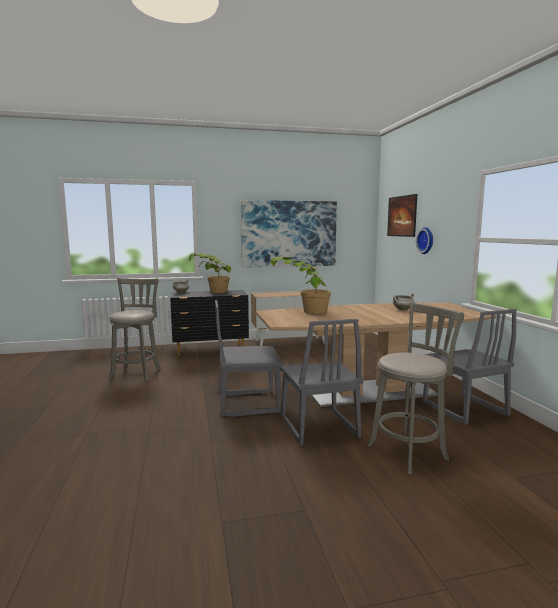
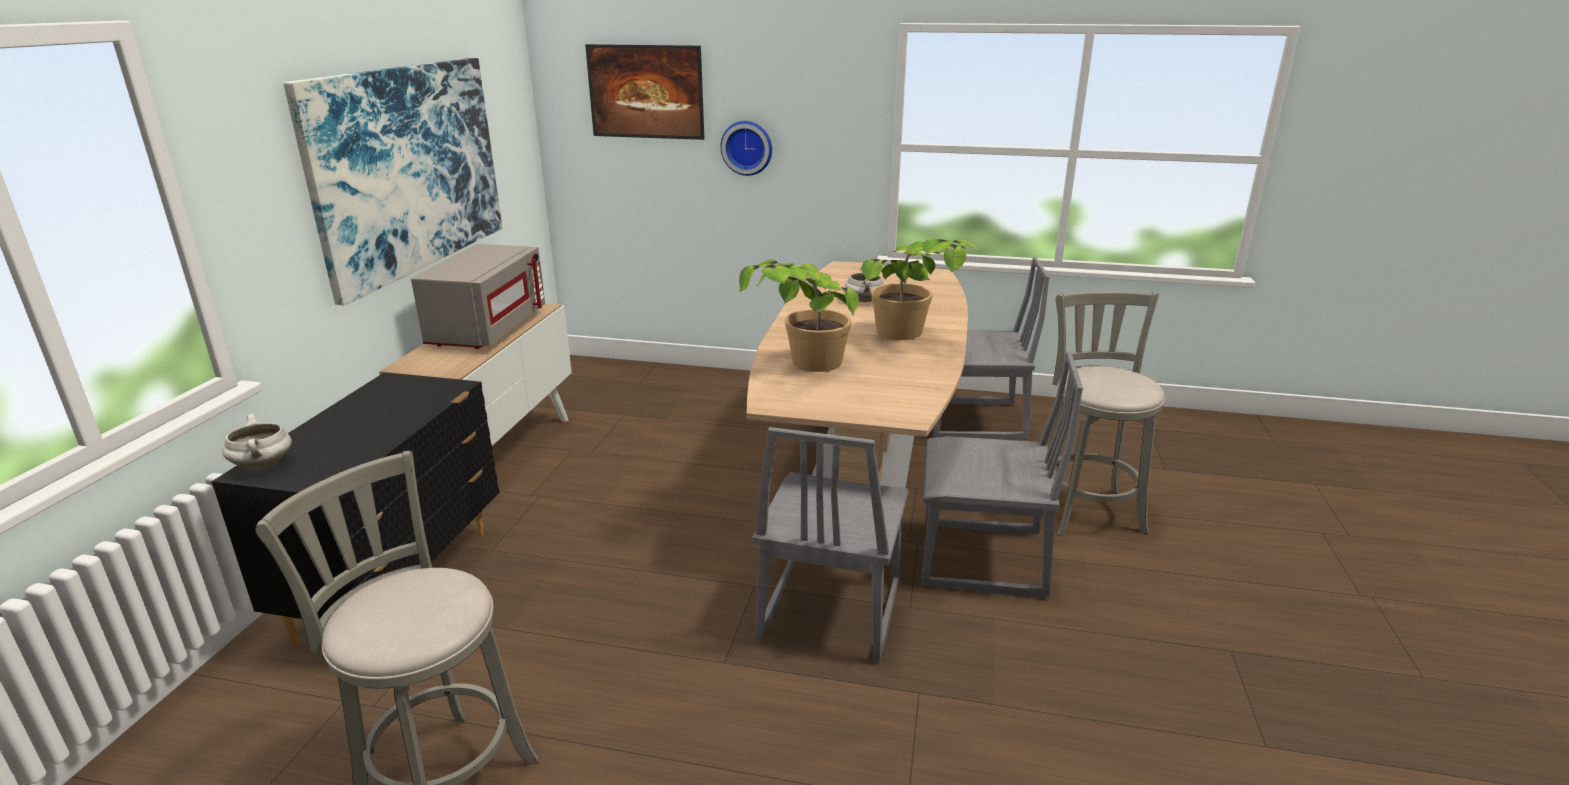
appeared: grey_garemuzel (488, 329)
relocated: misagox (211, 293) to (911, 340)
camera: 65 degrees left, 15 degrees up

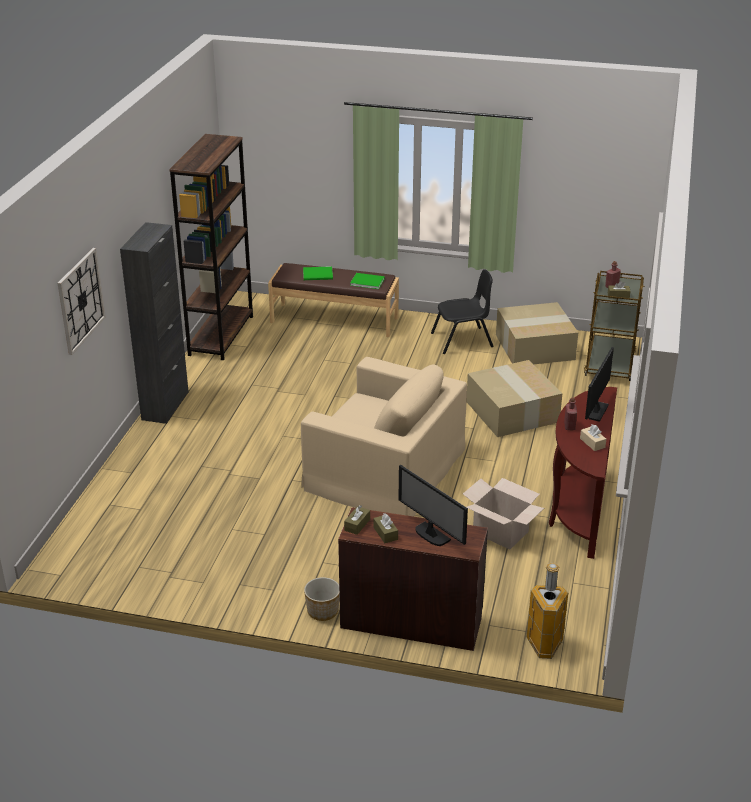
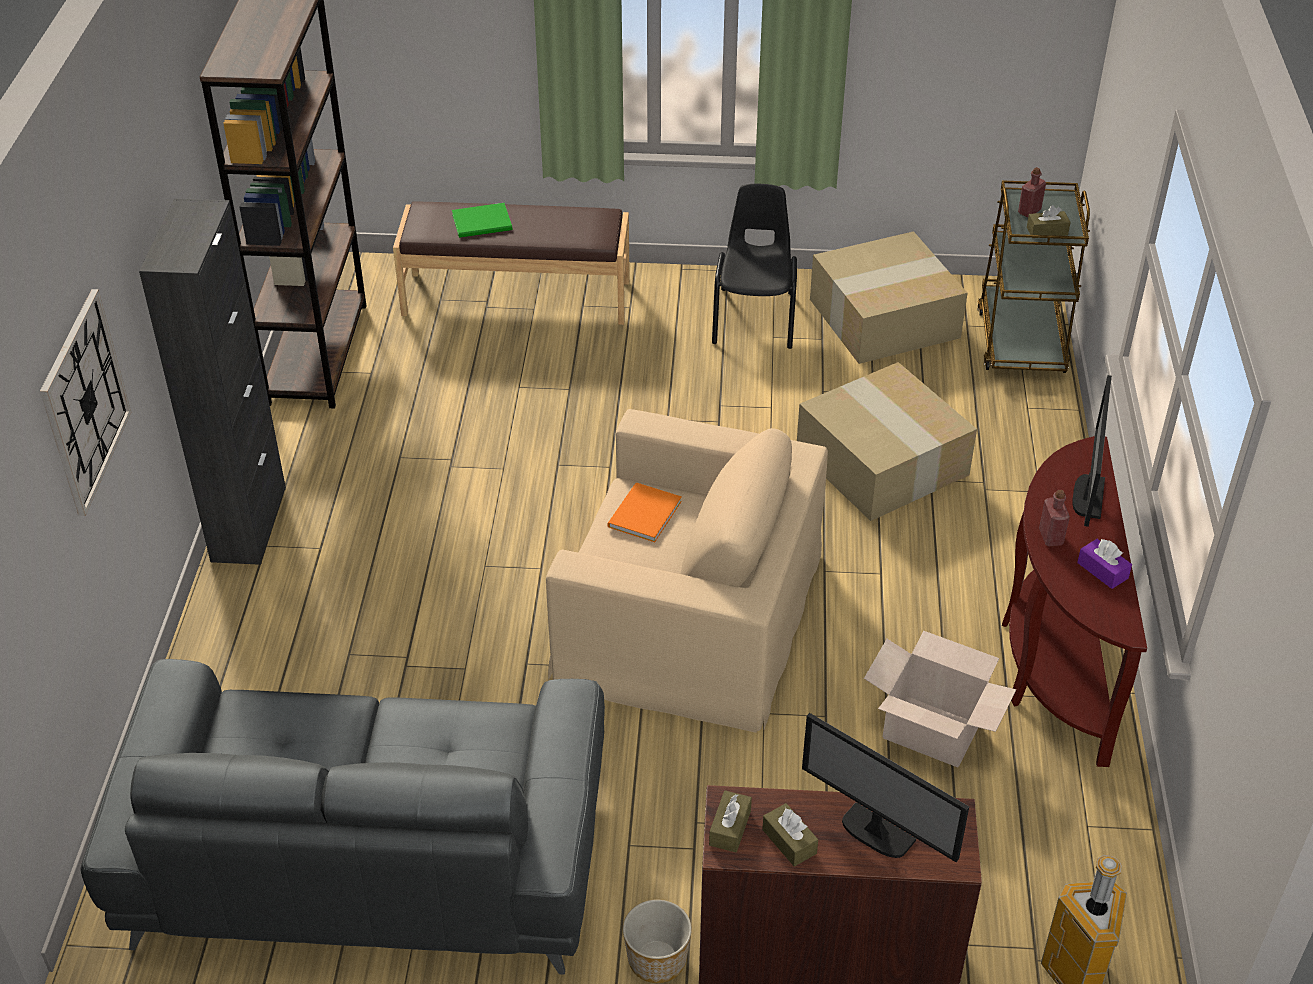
missing: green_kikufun (366, 281)
appeared: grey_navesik (367, 857); orange_kikufun (642, 515)
colour: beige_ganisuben (592, 443) to purple_ganisuben (1102, 570)
spun: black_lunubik (462, 340) = (755, 318) 60 degrees counterclockwise
camera: 10 degrees left, 10 degrees up

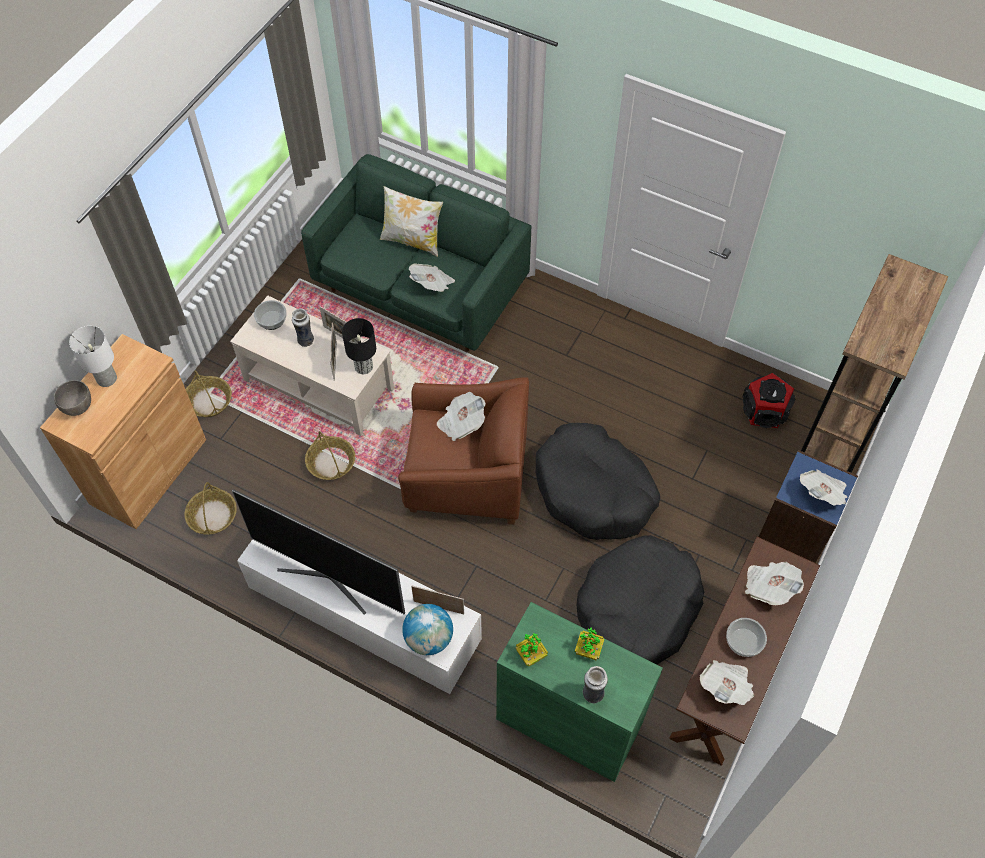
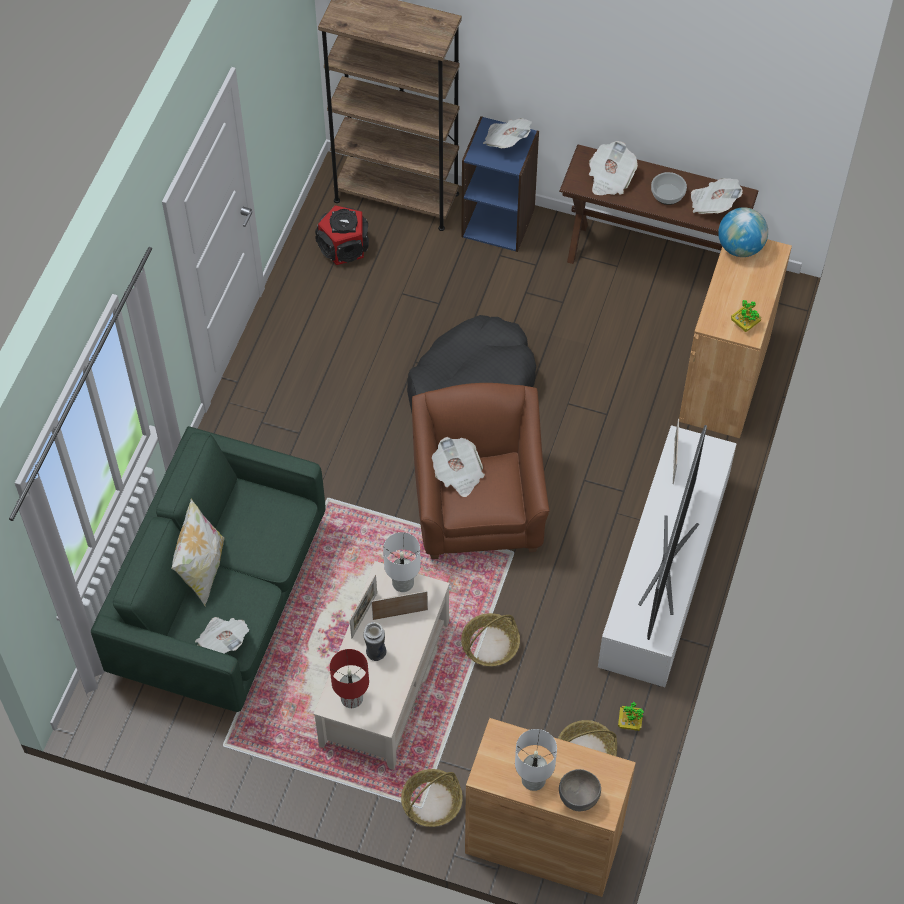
missing: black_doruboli (637, 610); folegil (592, 694)
relocated: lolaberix (429, 638) to (740, 247); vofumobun (432, 285) to (223, 642); misagox (588, 649) to (629, 722)
exchanged: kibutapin (272, 320) to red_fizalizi (351, 698)
colour: black_fizalizi (363, 367) to white_fizalizi (403, 583); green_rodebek (569, 721) to brown_rodebek (724, 380)
camera: 100 degrees left, 0 degrees up

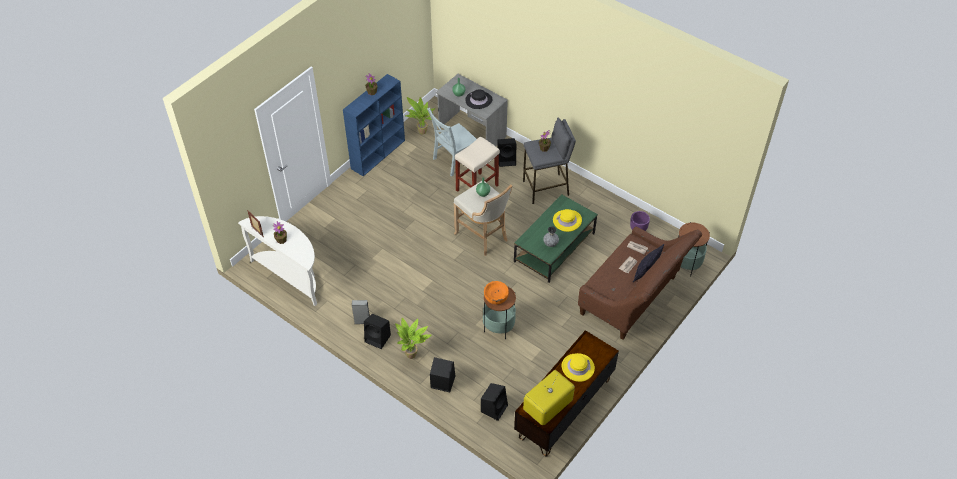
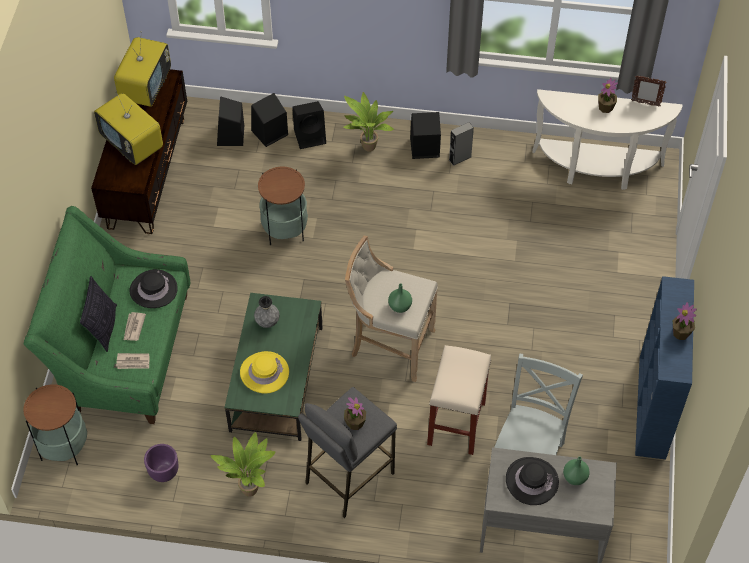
missing: orange_kibutapin (496, 297)
appeared: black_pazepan (153, 290)
relocated: misagox (421, 133) to (250, 488); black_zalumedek (507, 160) to (269, 133)
exchanged: yellow_pazepan (577, 367) to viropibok (133, 146)
colour: brown_navesik (633, 298) to green_navesik (123, 352)
camera: 150 degrees right, 5 degrees up

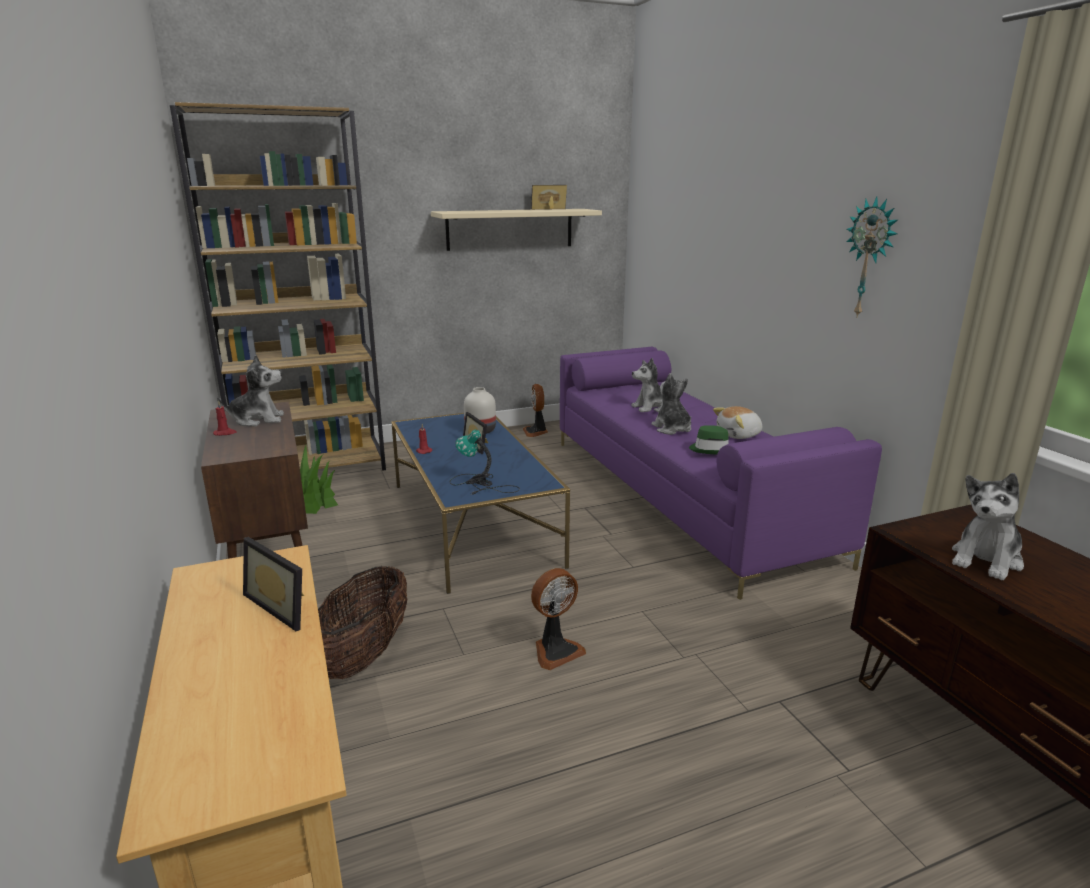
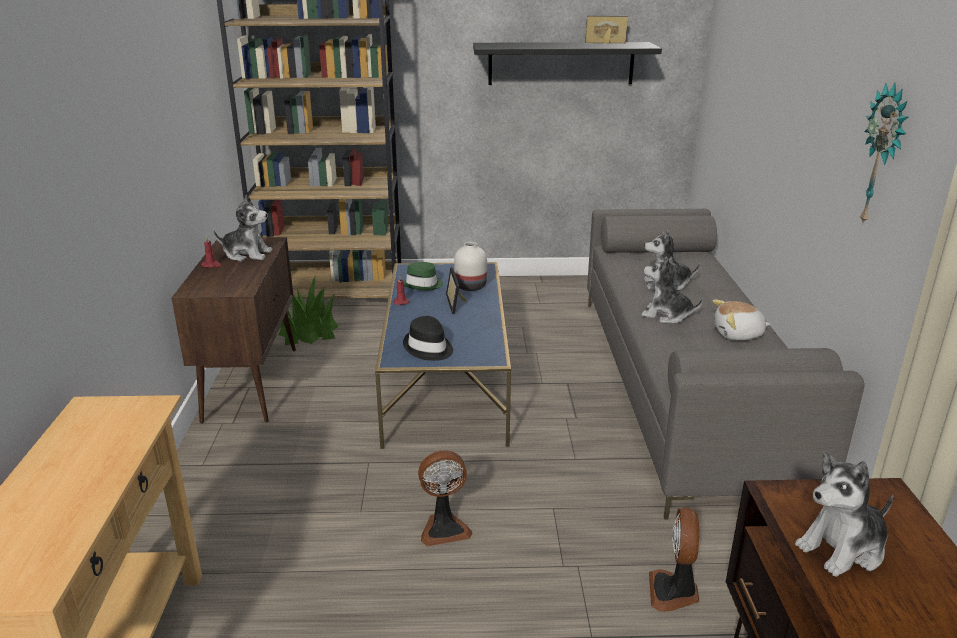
missing: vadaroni (285, 605); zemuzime (363, 655)
relocated: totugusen (536, 432) to (674, 592); green_pazepan (711, 450) to (423, 285)
exchanged: fizalizi (481, 484) to black_pazepan (428, 348)
colour: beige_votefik (510, 229) to black_votefik (561, 63); purple_navesik (683, 496) to grey_navesik (683, 388)
spun: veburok (672, 429) = (666, 315) 60 degrees counterclockwise
camera: 20 degrees right, 5 degrees up

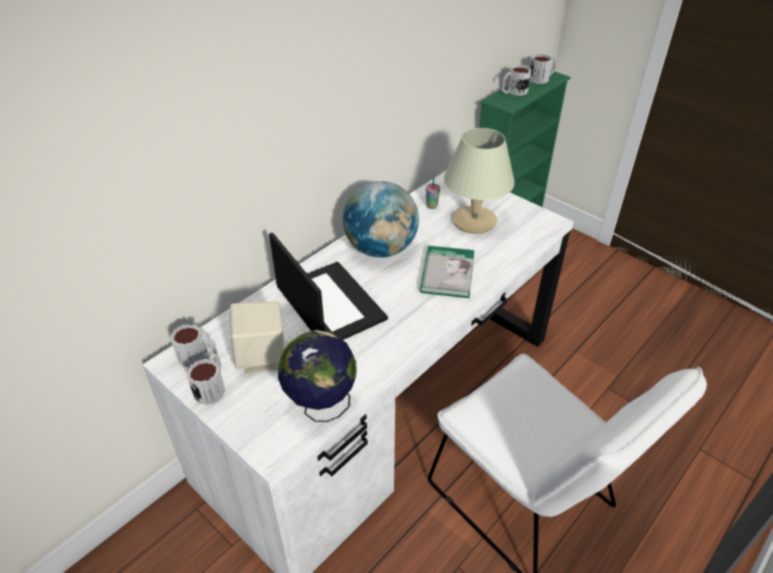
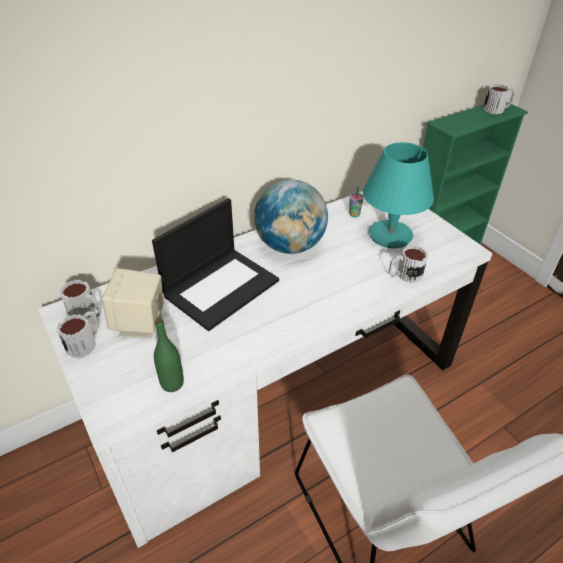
missing: kikufun (447, 274)
relocated: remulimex (513, 92) to (404, 275)
exchanged: lolaberix (321, 407) to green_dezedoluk (172, 383)
colour: beige_fizalizi (474, 221) to turquoise_fizalizi (390, 235)
spun: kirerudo (329, 303) = (221, 287) 60 degrees clockwise
camera: 15 degrees right, 0 degrees up

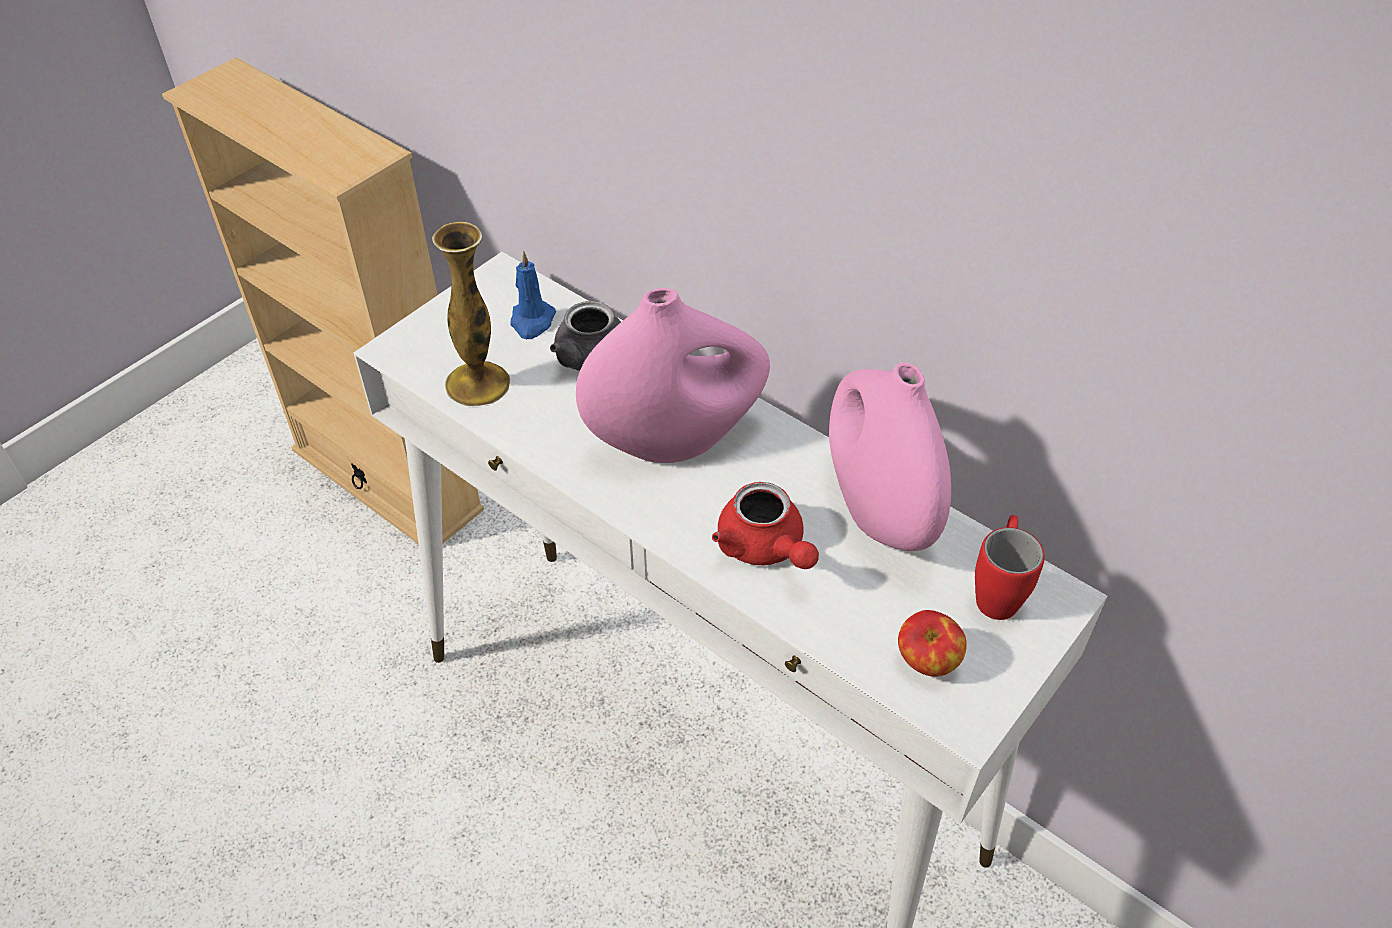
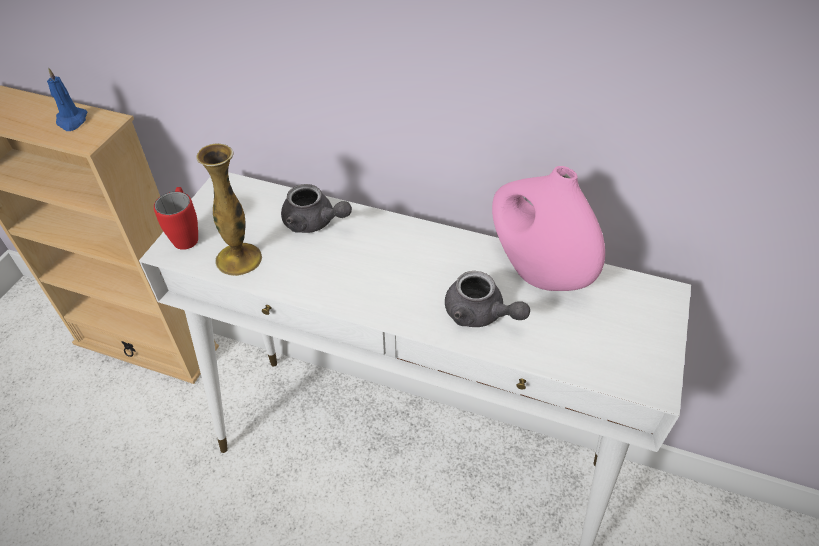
missing: pink_folegil (675, 440); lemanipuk (927, 661)
relocated: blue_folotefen (532, 321) to (72, 121); red_remulimex (998, 591) to (186, 234)
colour: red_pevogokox (765, 548) to grey_pevogokox (480, 314)
camera: 20 degrees left, 0 degrees up

